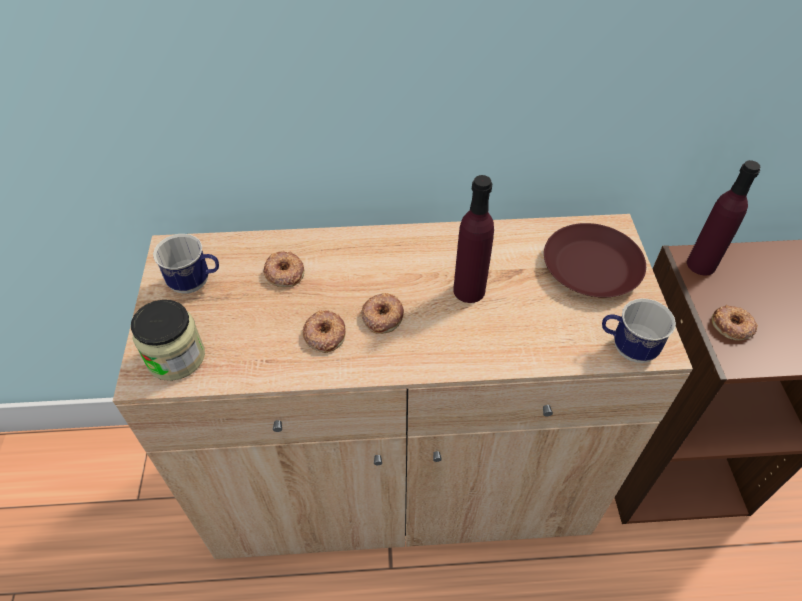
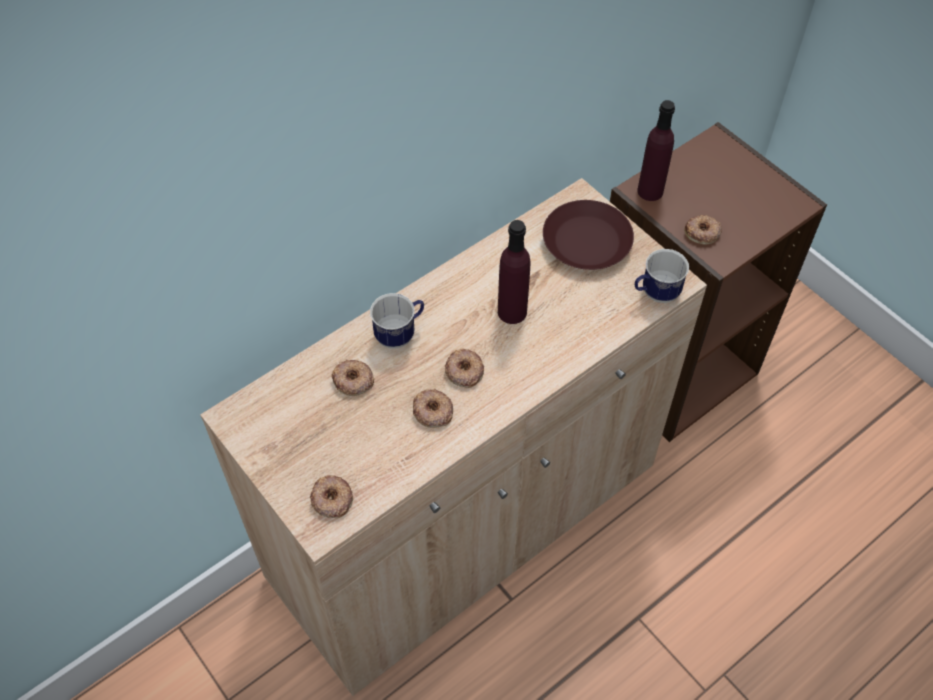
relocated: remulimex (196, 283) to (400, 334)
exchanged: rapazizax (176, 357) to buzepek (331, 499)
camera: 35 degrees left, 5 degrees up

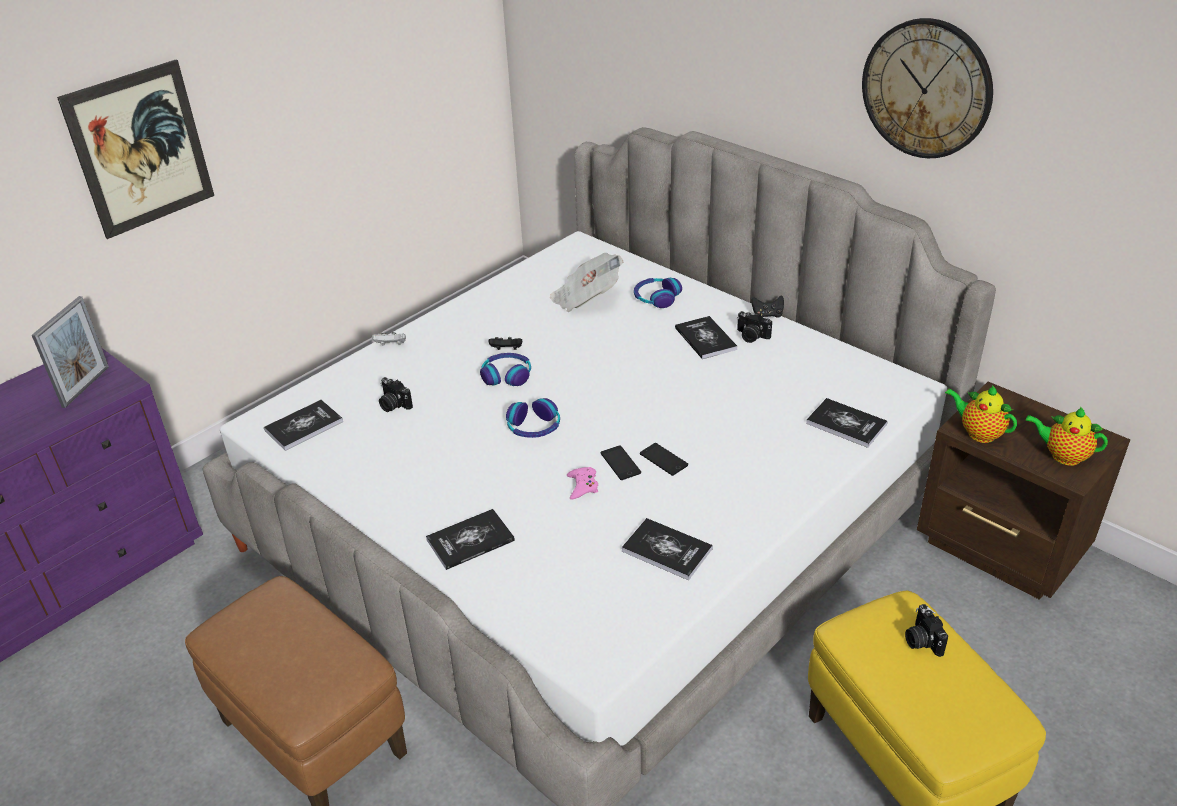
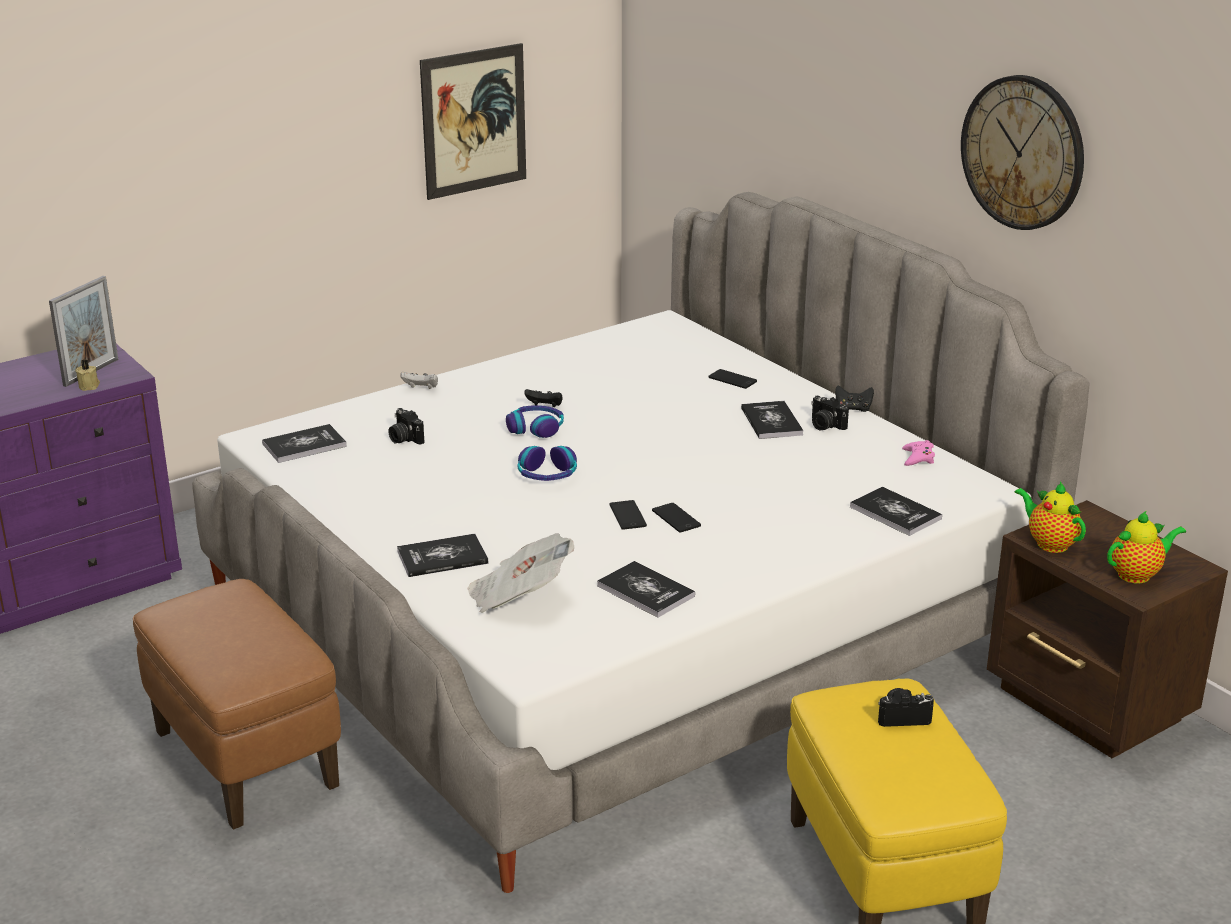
appeared: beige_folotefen (89, 386)
relocated: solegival (140, 149) to (474, 121); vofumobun (586, 298) to (519, 597); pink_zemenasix (582, 486) to (918, 458)
exchanged: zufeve (656, 298) to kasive (732, 379)
spun: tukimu (921, 640) = (902, 717) 90 degrees clockwise; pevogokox (1062, 456) = (1137, 574) 120 degrees clockwise
camera: 10 degrees right, 10 degrees down

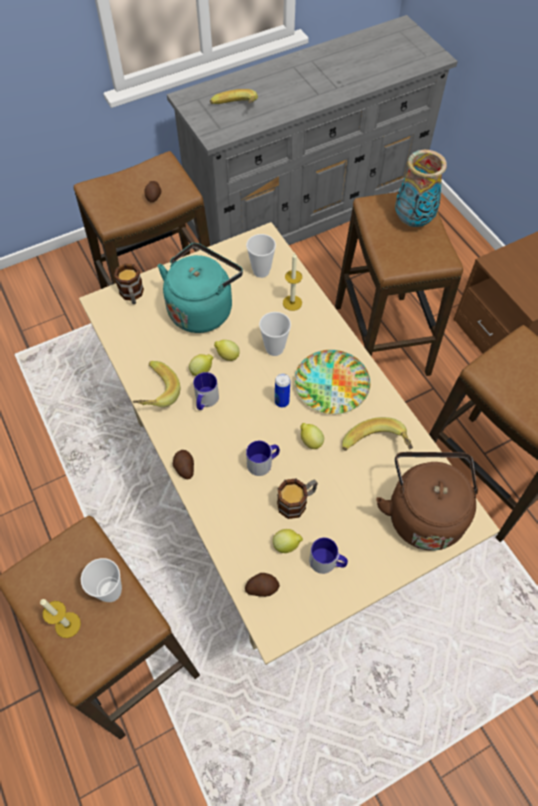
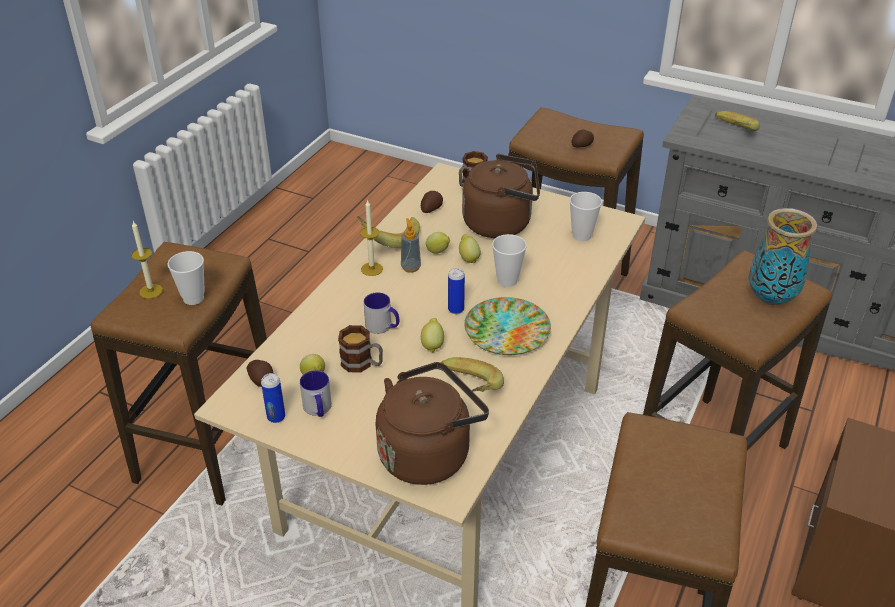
appeared: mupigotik (276, 417)
relocated: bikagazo (184, 467) to (431, 208); folotefen (292, 303) to (372, 269)
exchanged: remulimex (205, 401) to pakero (411, 267)
colour: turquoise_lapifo (202, 308) to brown_lapifo (501, 223)
camera: 55 degrees right, 20 degrees down

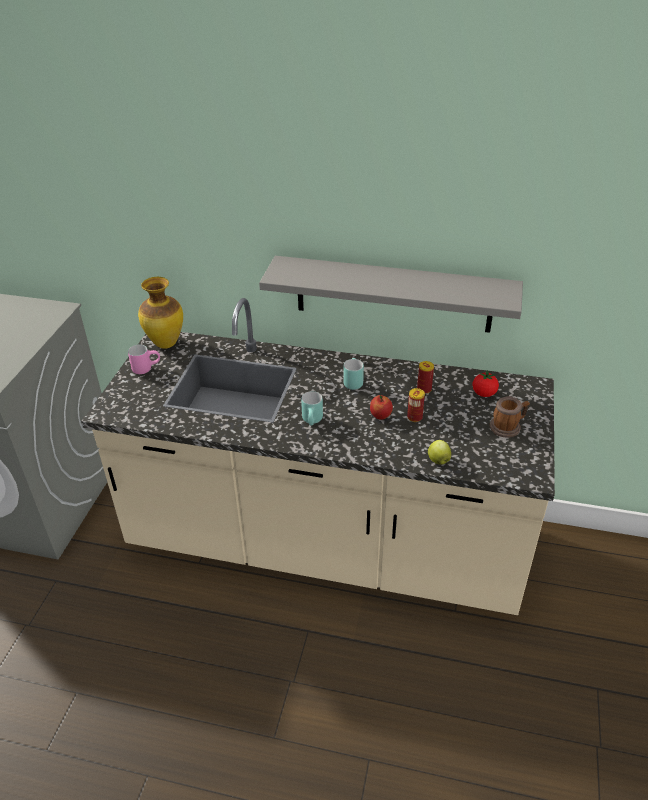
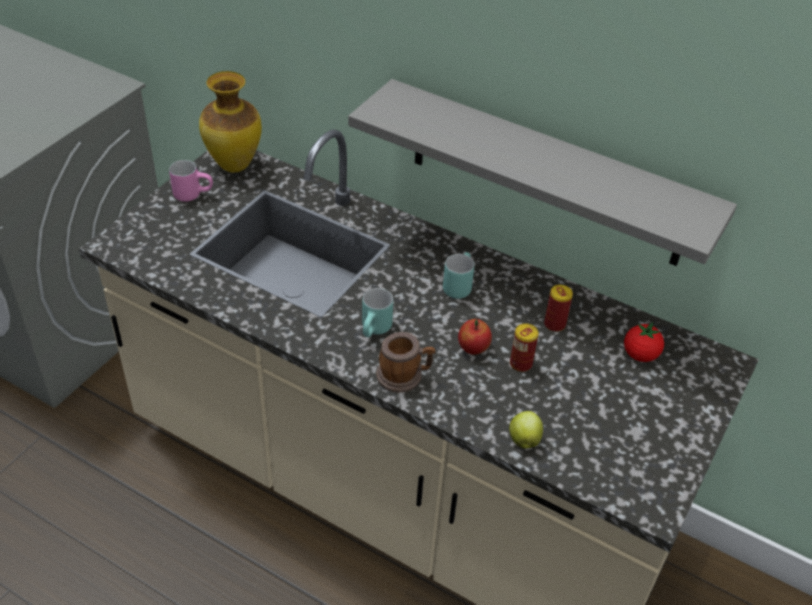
relocated: remulimex (508, 426) to (404, 375)
camera: 15 degrees right, 5 degrees up

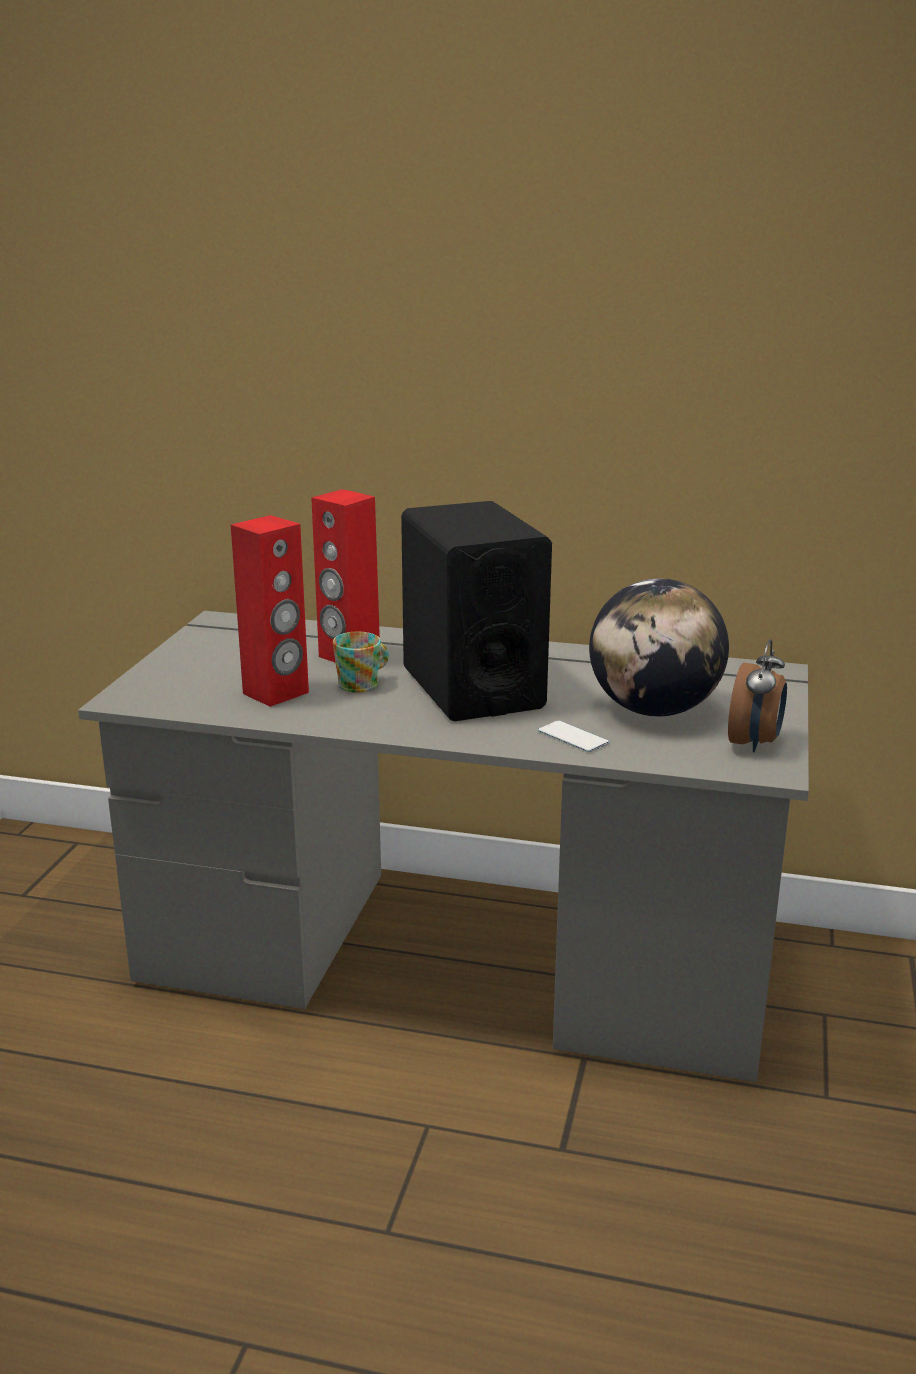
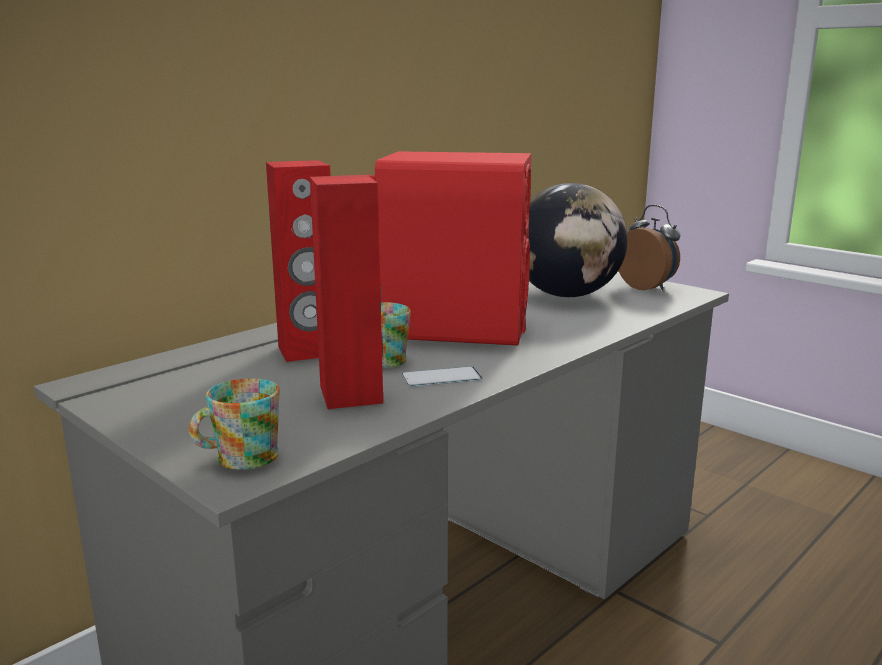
appeared: remulimex (238, 458)
relocated: kasive (573, 737) to (441, 377)
colour: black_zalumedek (472, 688) to red_zalumedek (454, 328)
camera: 60 degrees left, 5 degrees down

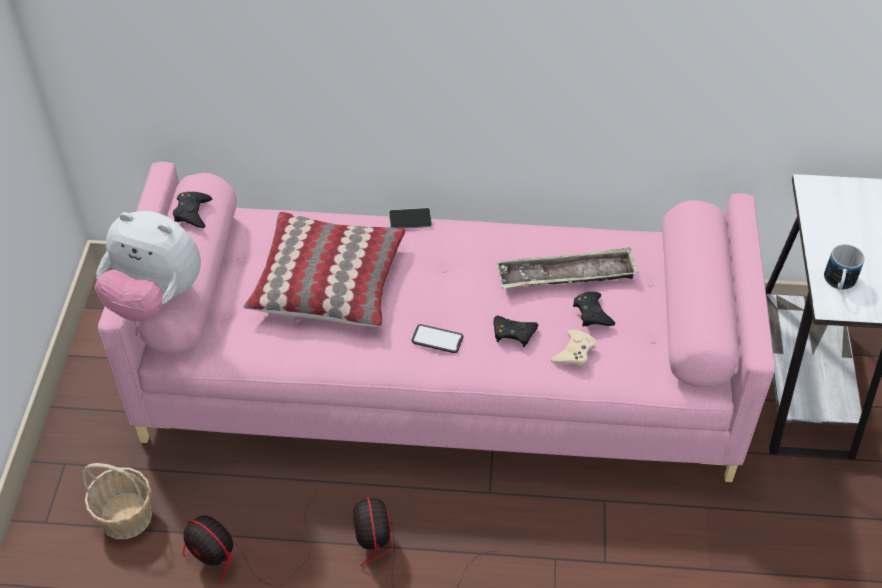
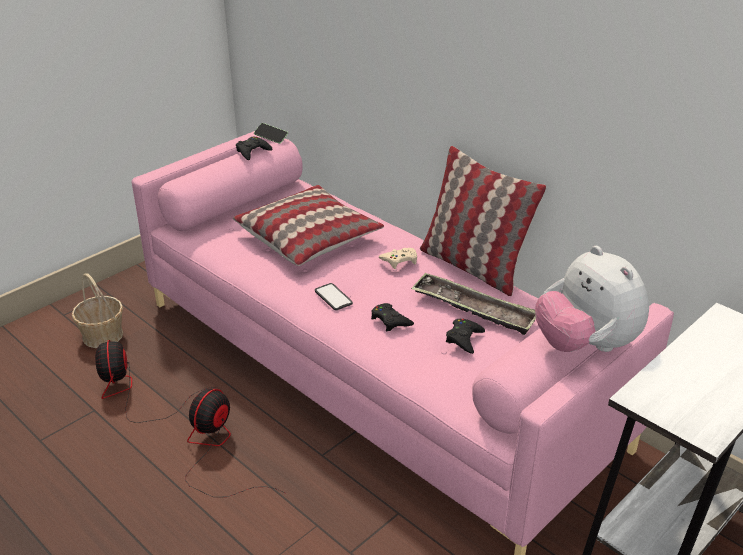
missing: remulimex (838, 283)
appeared: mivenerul (473, 266)
relocated: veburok (155, 298) to (585, 345); kasive (410, 222) to (271, 137); beige_zemenasix (574, 352) to (400, 260)
camera: 40 degrees right, 15 degrees down

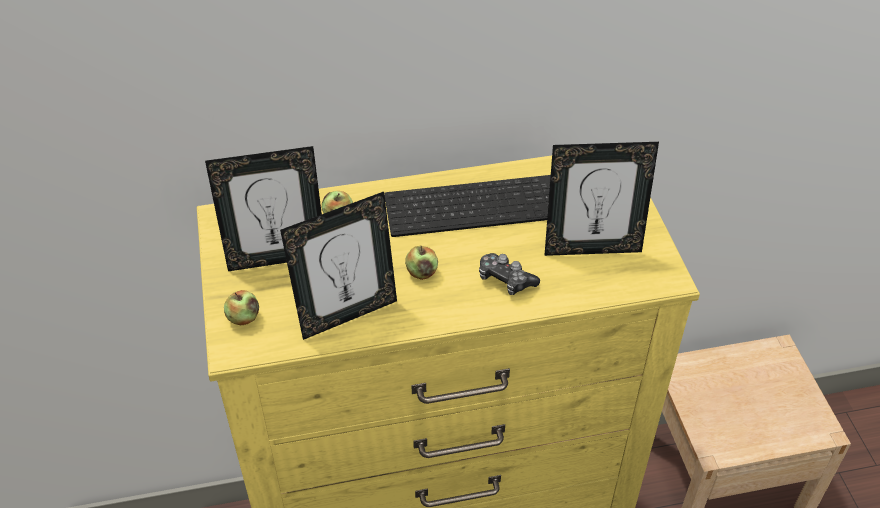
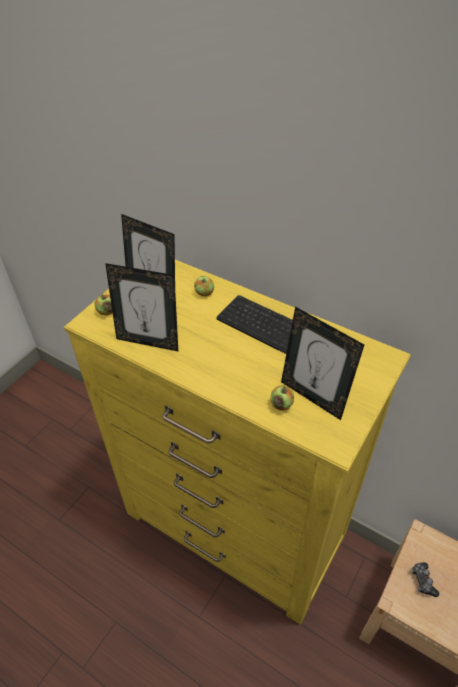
relocated: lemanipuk (421, 272) to (281, 404); zemenasix (505, 280) to (422, 581)
camera: 45 degrees right, 0 degrees up

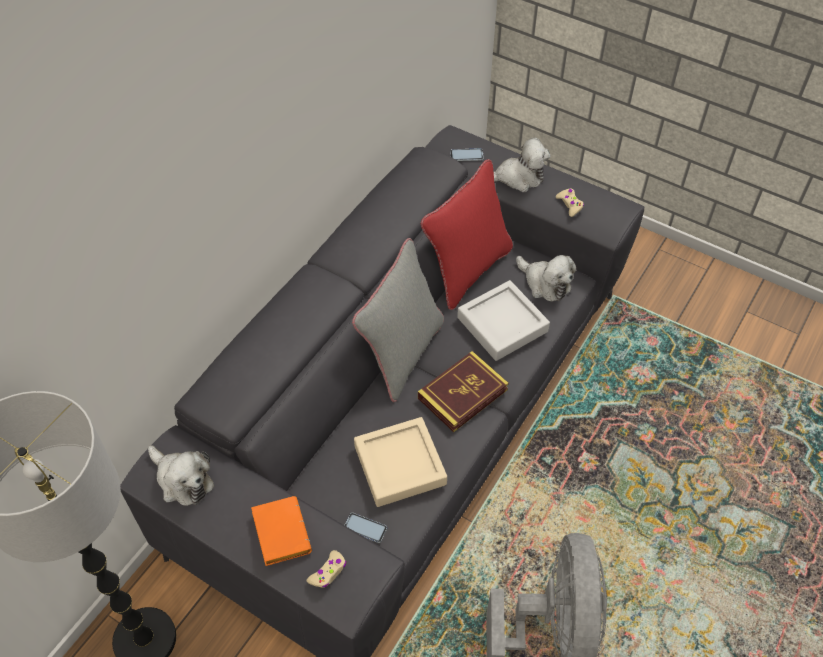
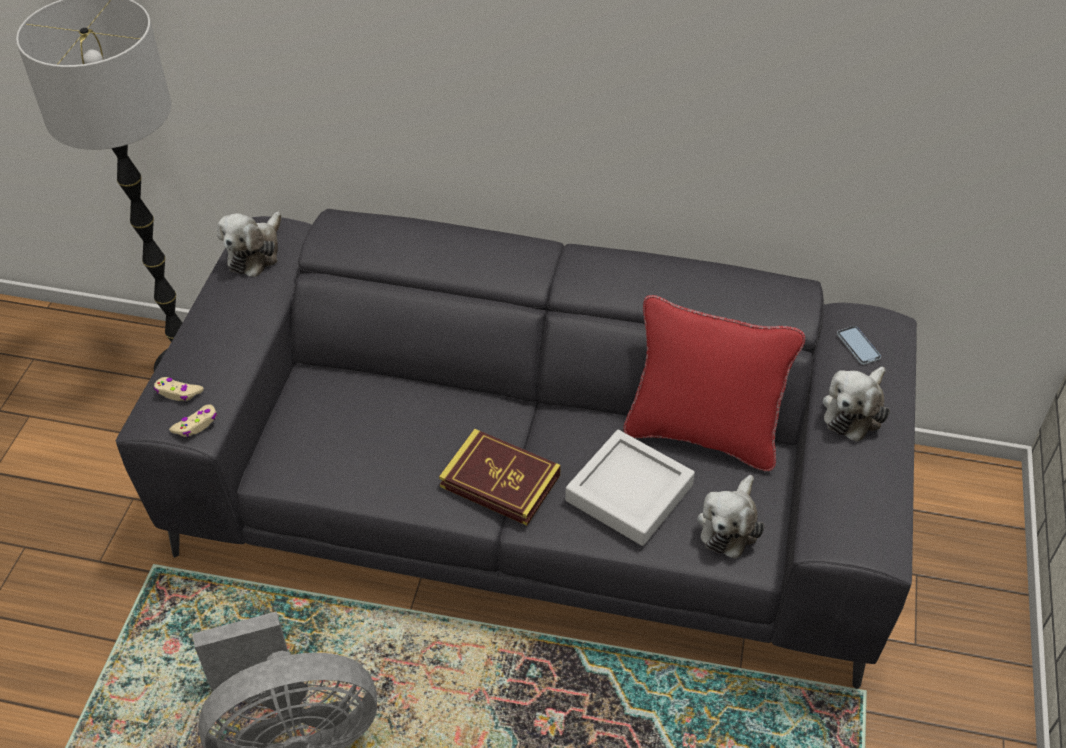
missing: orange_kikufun (279, 532); kasive (365, 528); grey_mivenerul (402, 354); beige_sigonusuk (400, 465)
relocated: beige_zemenasix (570, 205) to (196, 425)
spun: veburok (517, 177) = (854, 411) 60 degrees clockwise
camera: 70 degrees right, 5 degrees down

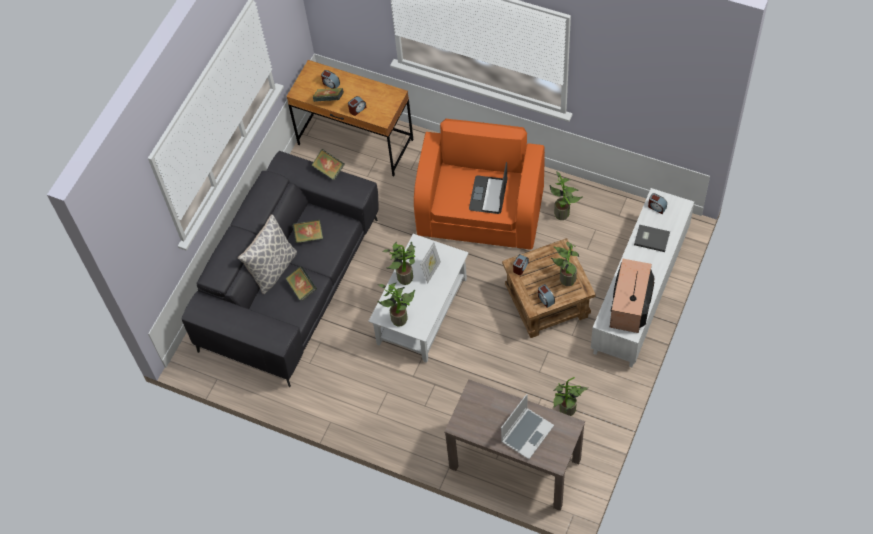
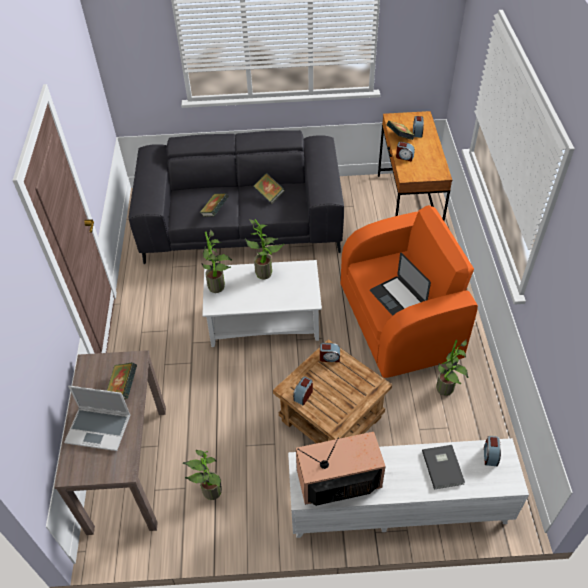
missing: mivenerul (273, 269); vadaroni (431, 271); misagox (565, 279)
relocated: kikufun (329, 170) to (123, 388)
spun: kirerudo (488, 195) = (398, 298) 105 degrees counterclockwise
camera: 60 degrees right, 10 degrees down

